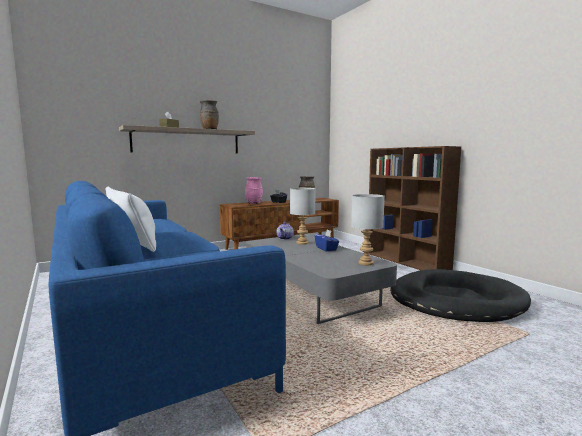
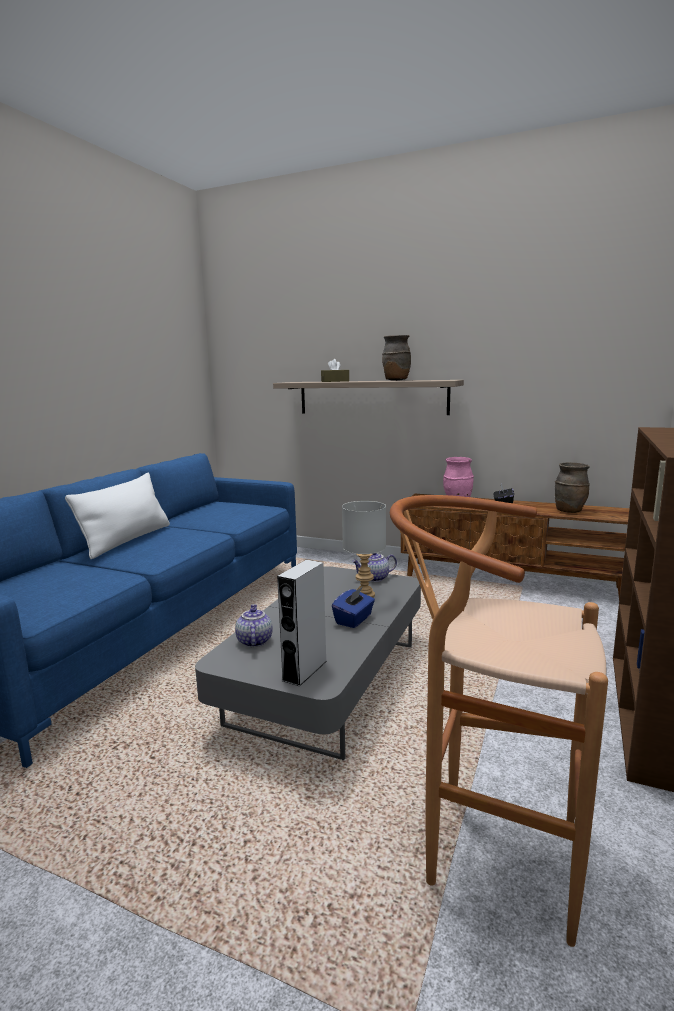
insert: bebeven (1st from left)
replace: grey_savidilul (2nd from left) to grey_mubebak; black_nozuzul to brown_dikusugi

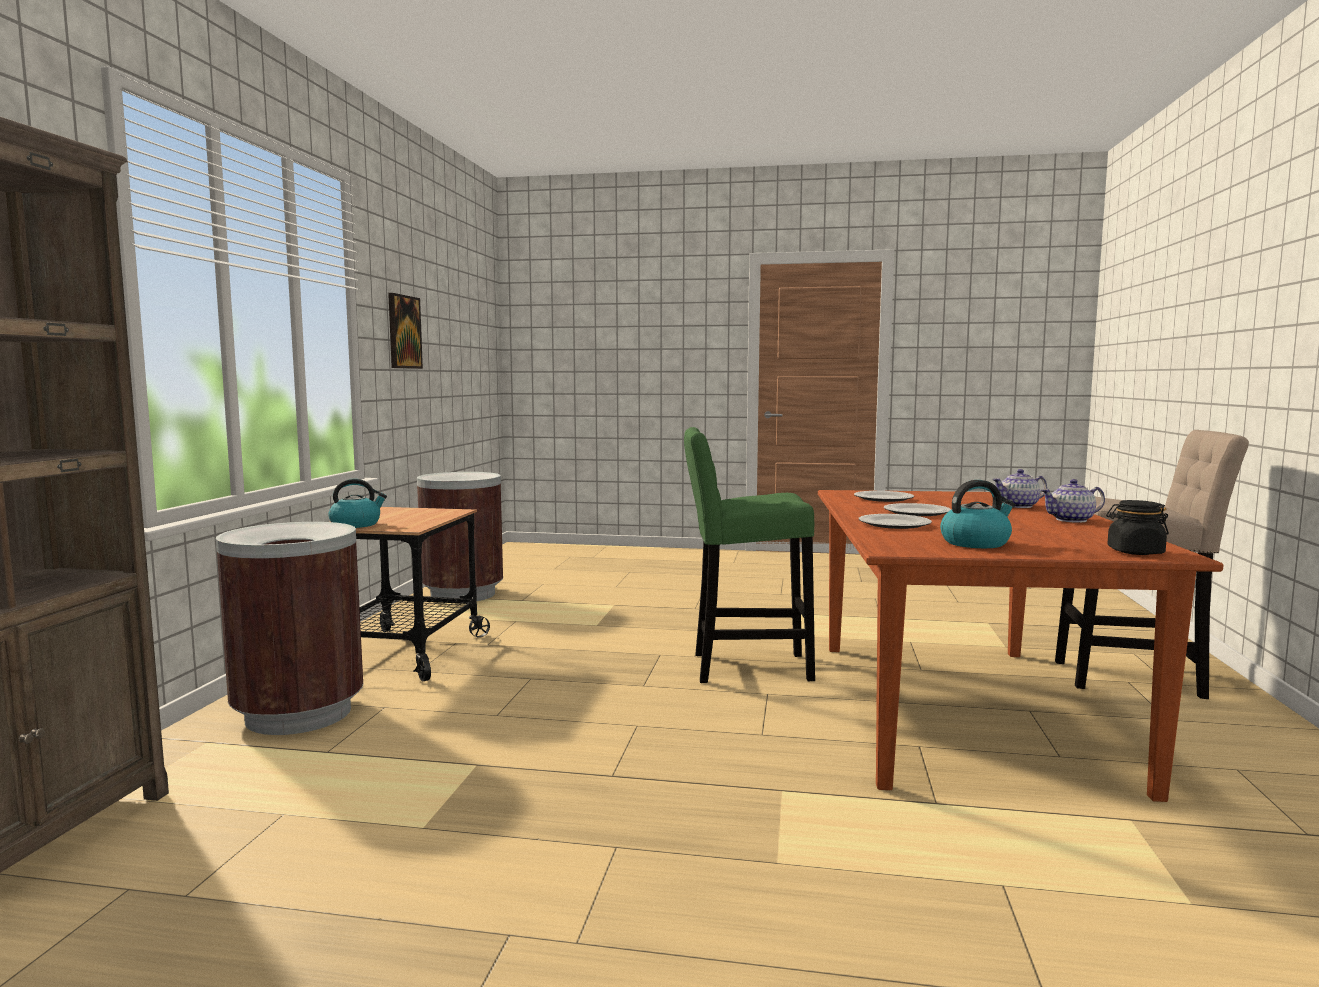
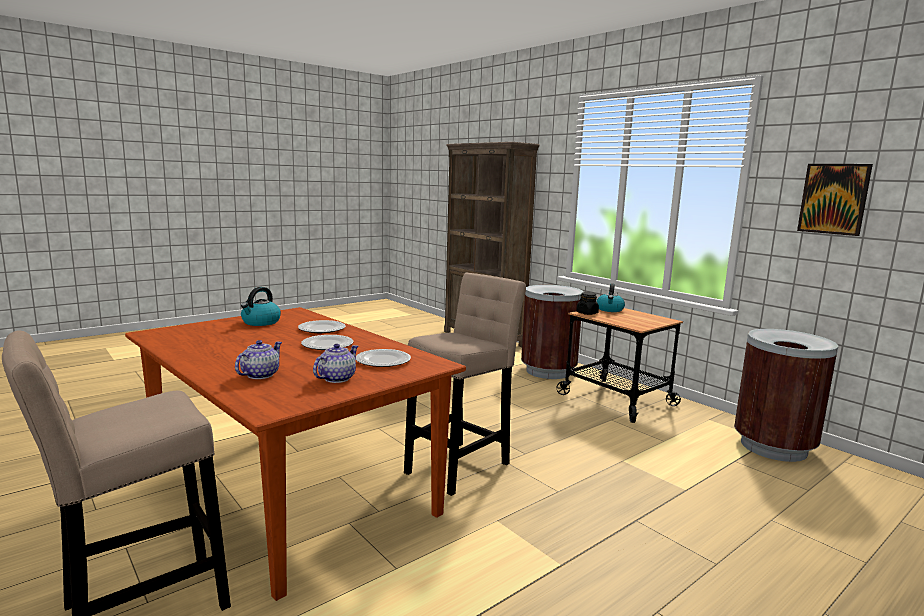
move: bebeven (2nd from left); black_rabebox
recolor: green_dikusugi to beige_dikusugi (2nd from left)

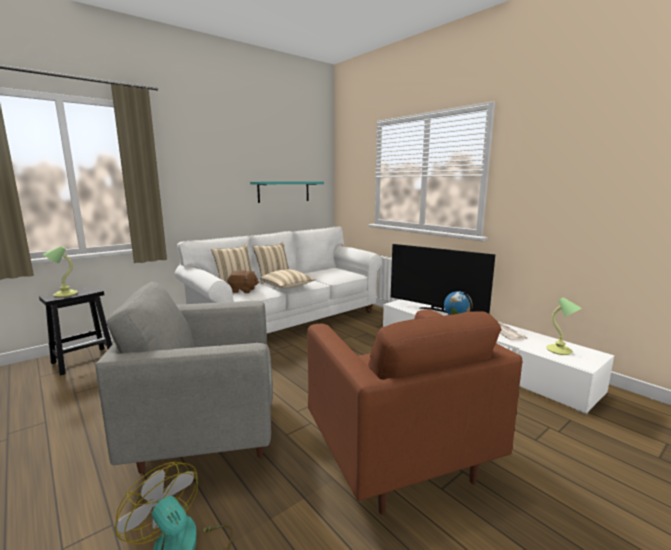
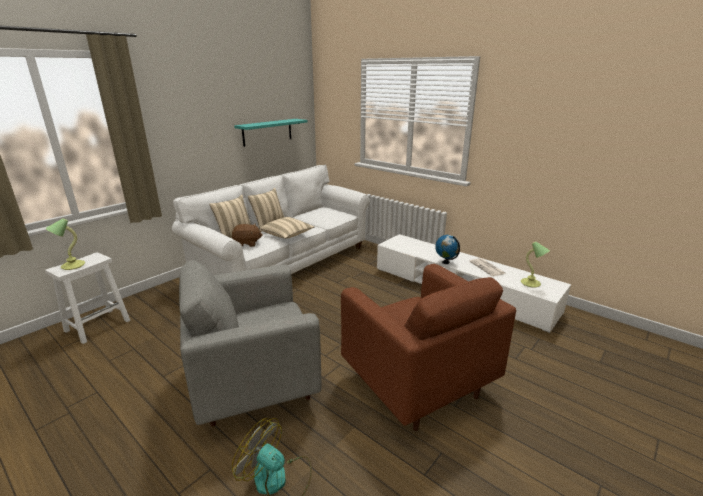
delete: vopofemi
recolor: black_dikusugi to white_dikusugi

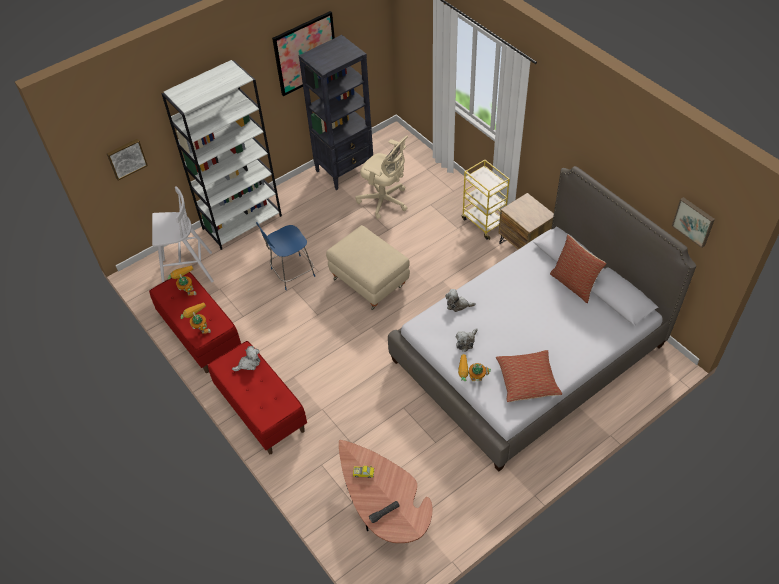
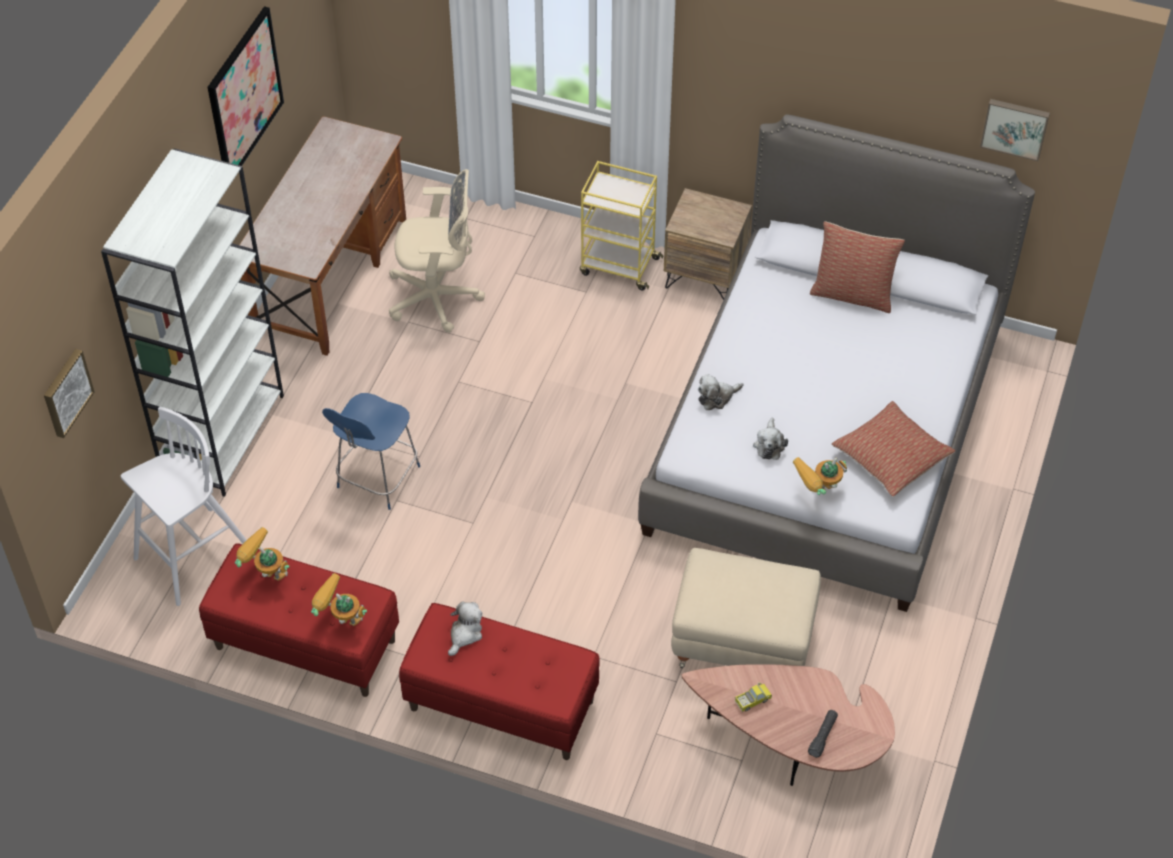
move: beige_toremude
replace: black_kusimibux to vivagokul

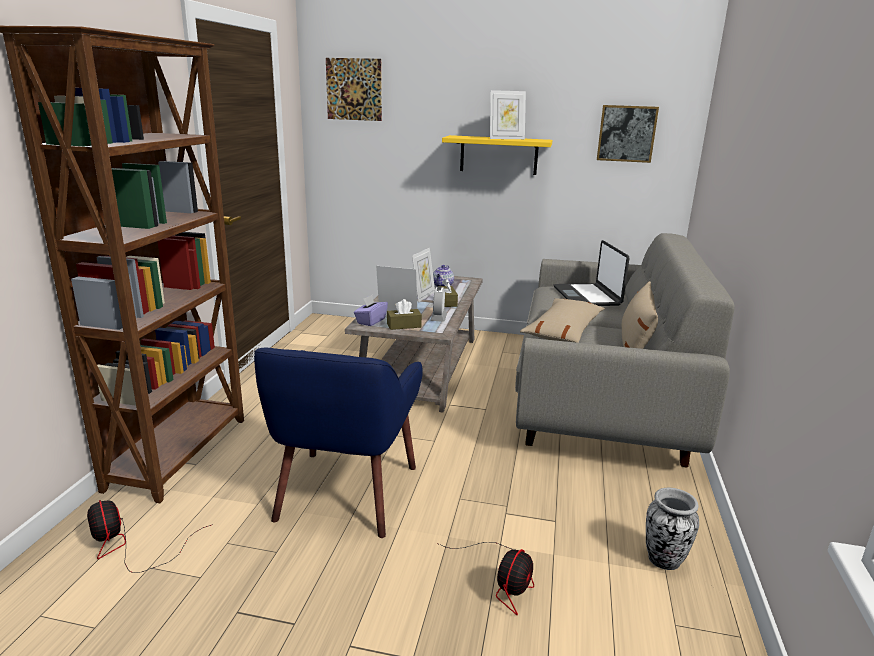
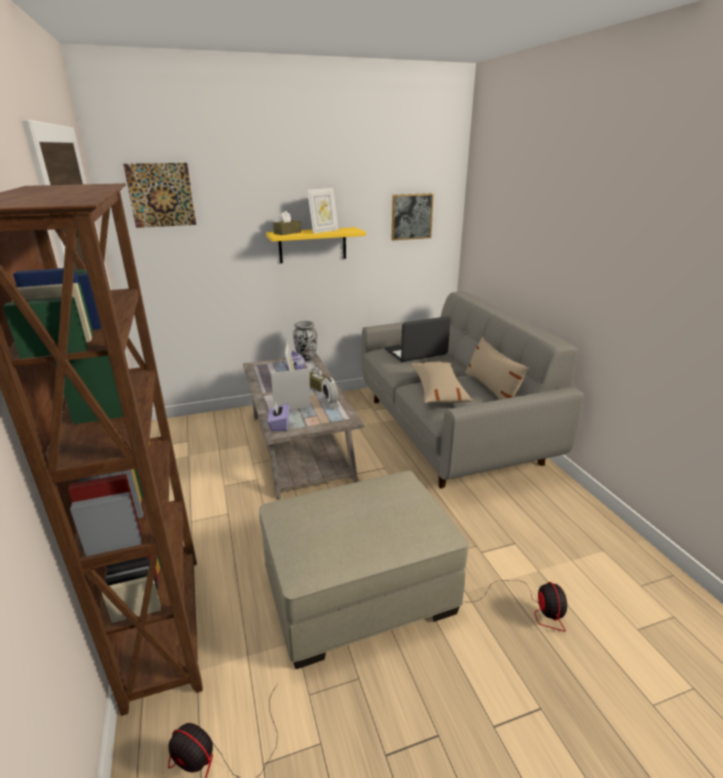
move: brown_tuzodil (1st from left); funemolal
replace: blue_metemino to beige_toremude
rotate: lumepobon 105 degrees clockwise

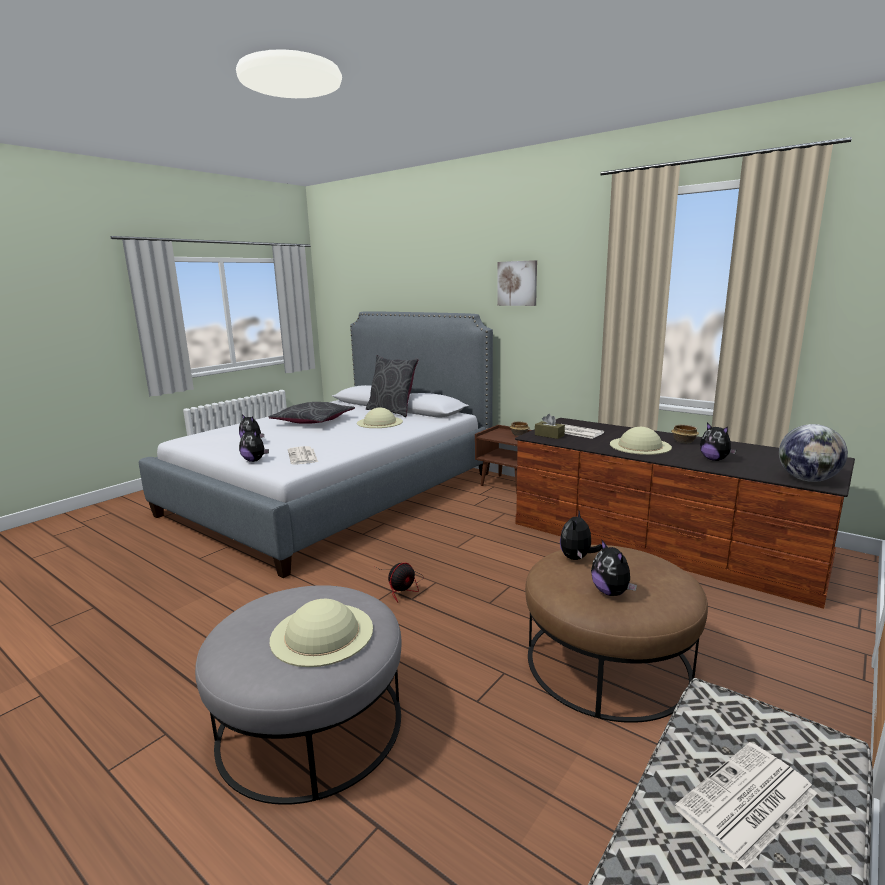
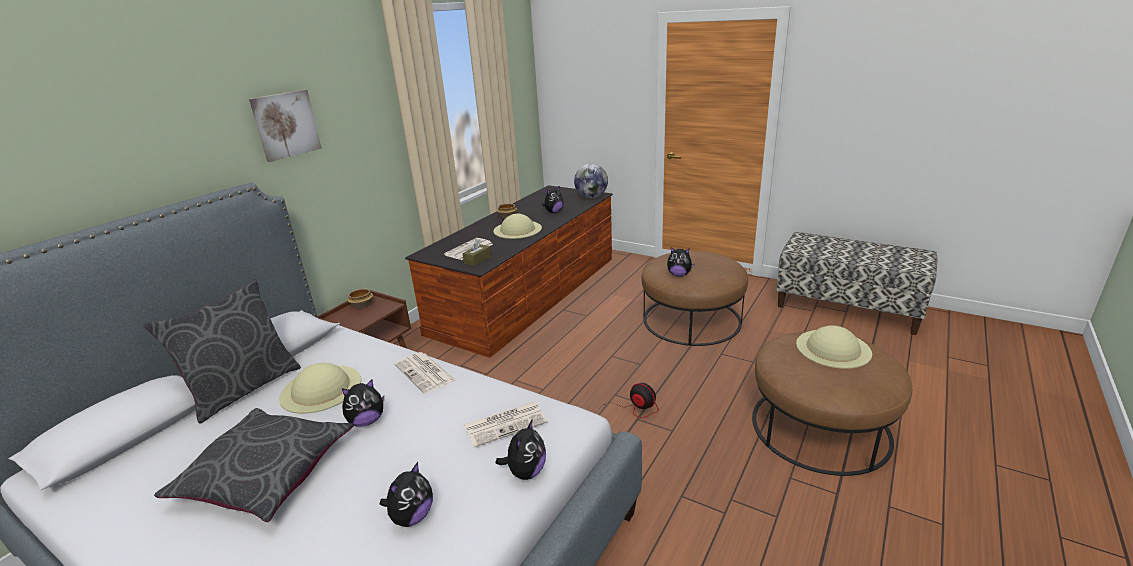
move: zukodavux (4th from left in the first image) to zukodavux (1st from left); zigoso (3rd from left in the first image) to zigoso (1st from left)
recolor: grey_toremude to brown_toremude (2nd from left)

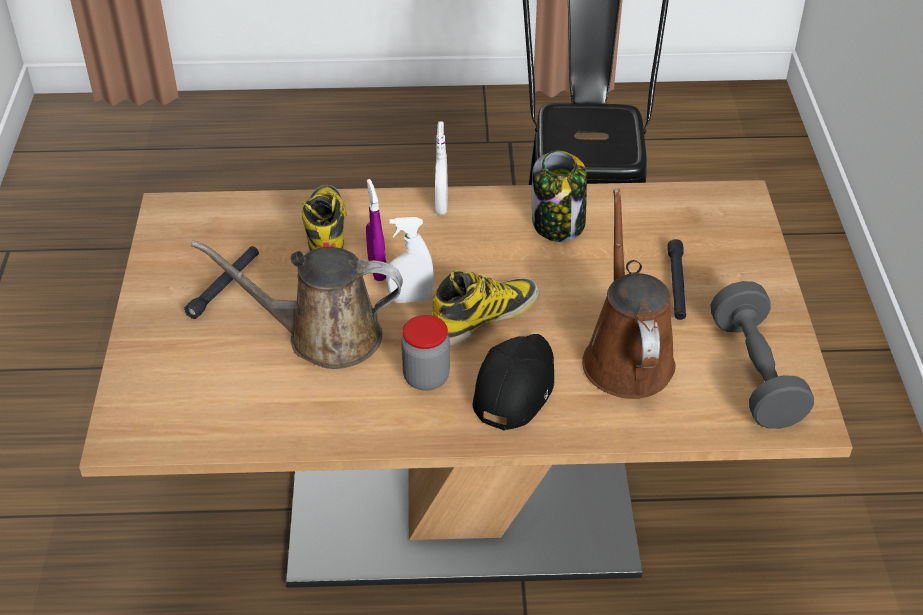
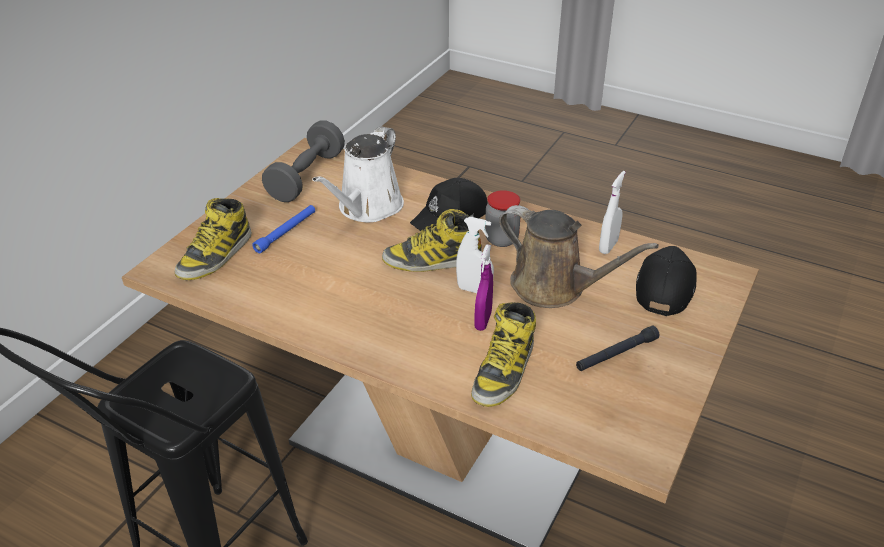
delete: rabebox (2nd from left)
insert: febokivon (1st from left); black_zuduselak (2nd from left)
move: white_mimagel (2nd from left)
recolor: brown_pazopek (2nd from left) to white_pazopek; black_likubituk (2nd from left) to blue_likubituk

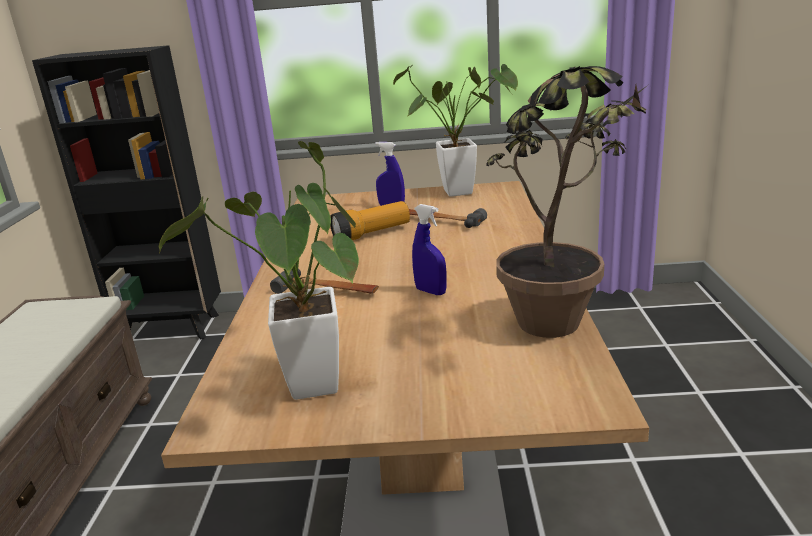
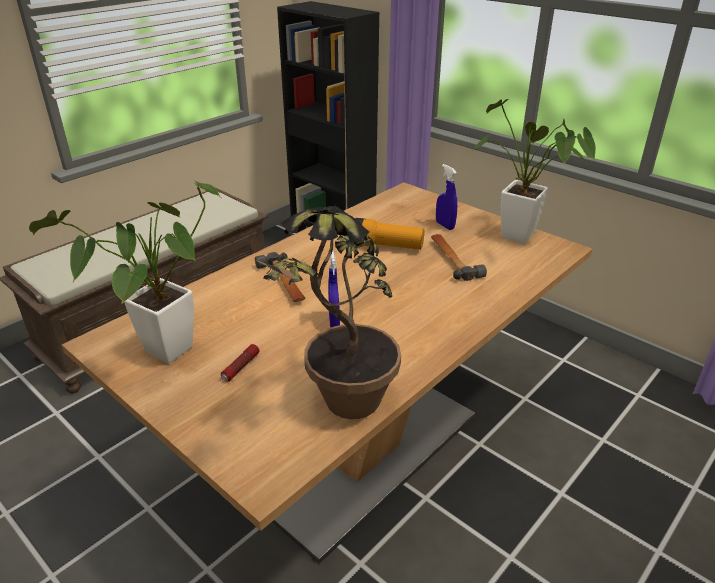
insert: likubituk (1st from left)

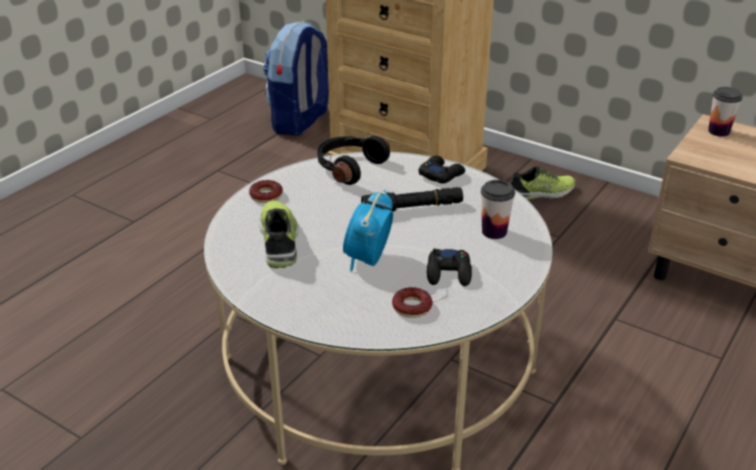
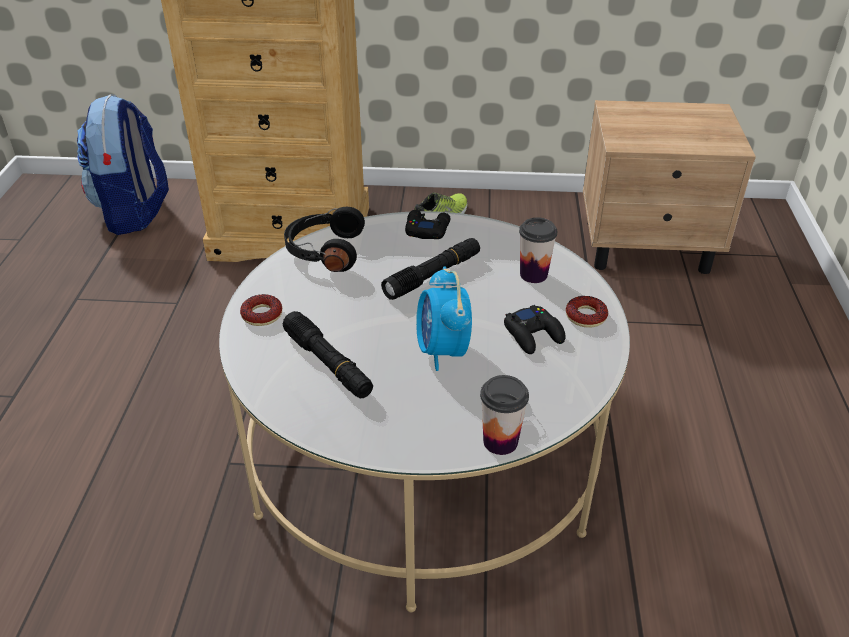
move: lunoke (2nd from left); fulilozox (2nd from left in the first image) to fulilozox (1st from left)
replace: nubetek (1st from left) to black_likubituk (1st from left)

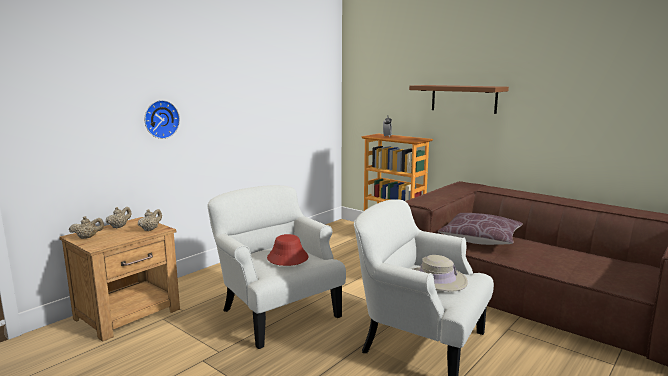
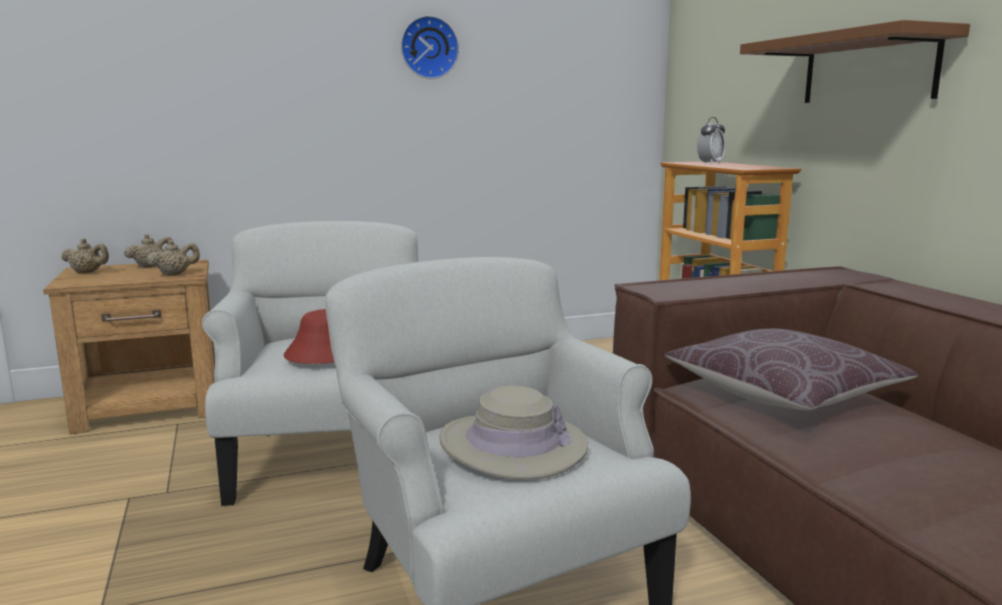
move: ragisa

